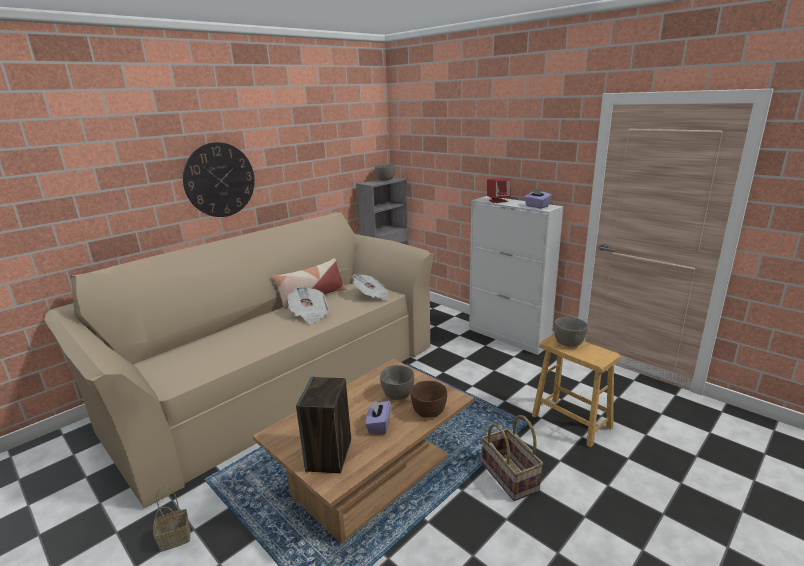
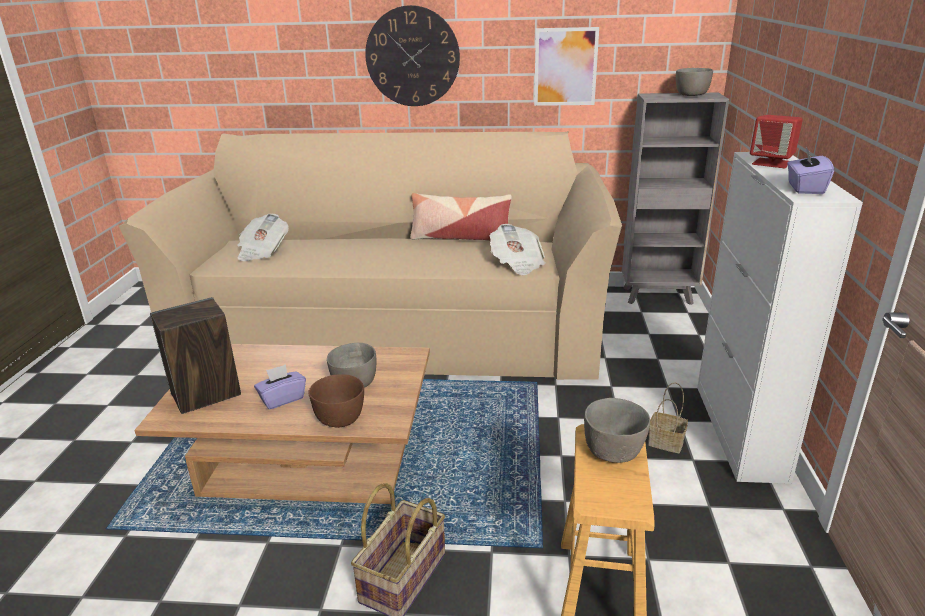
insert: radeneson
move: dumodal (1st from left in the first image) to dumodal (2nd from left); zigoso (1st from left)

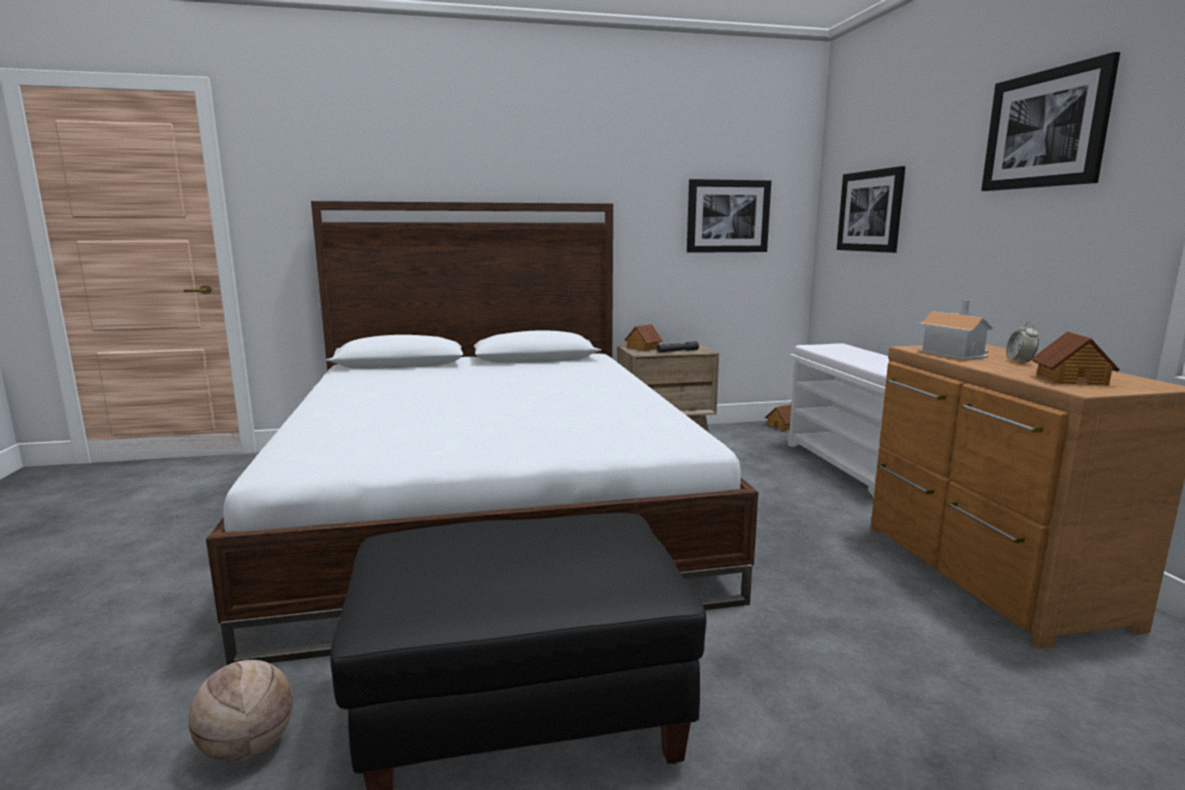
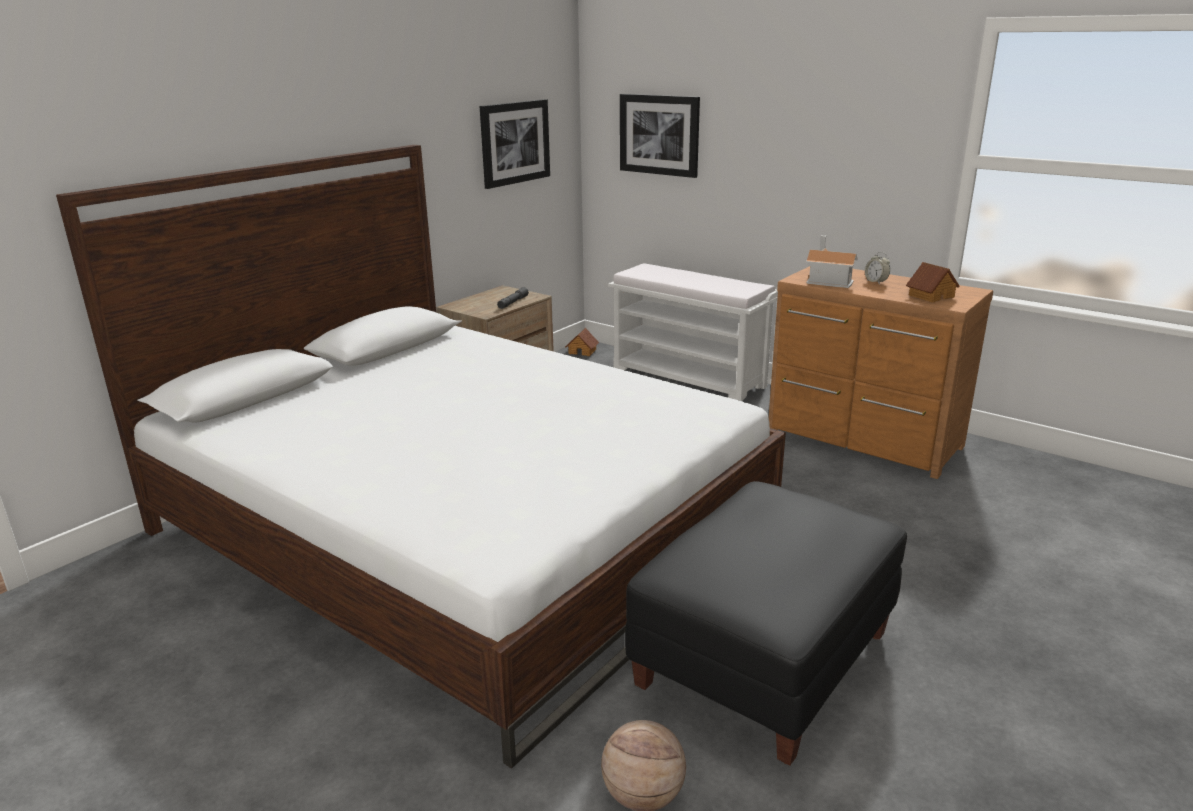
delete: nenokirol (1st from left); radeneson (3rd from left)

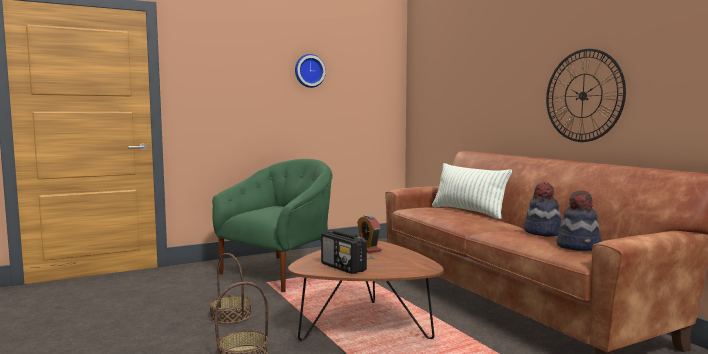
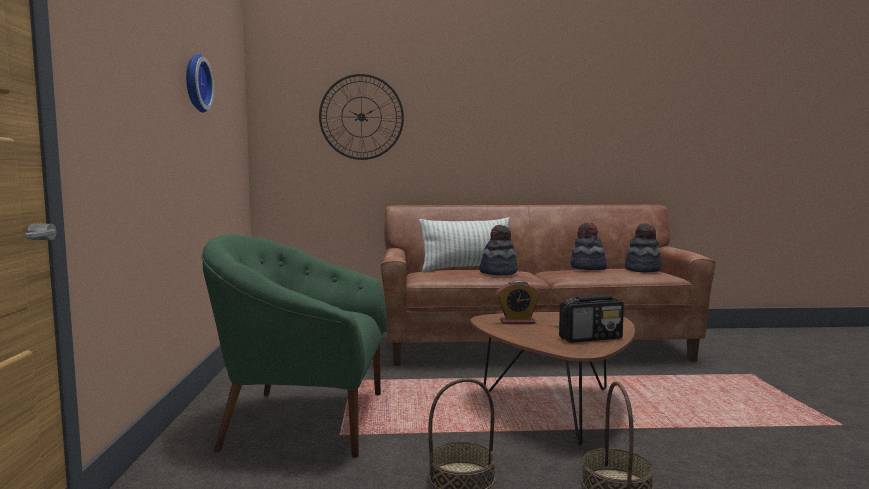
insert: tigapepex (1st from left)
move: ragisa (2nd from left)
rotate: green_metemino 60 degrees counterclockwise

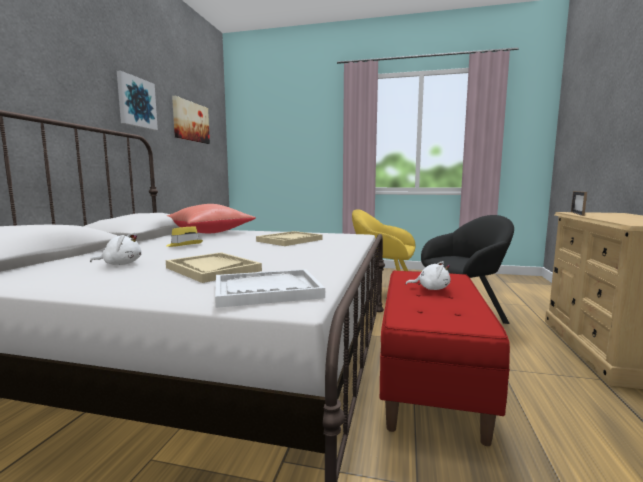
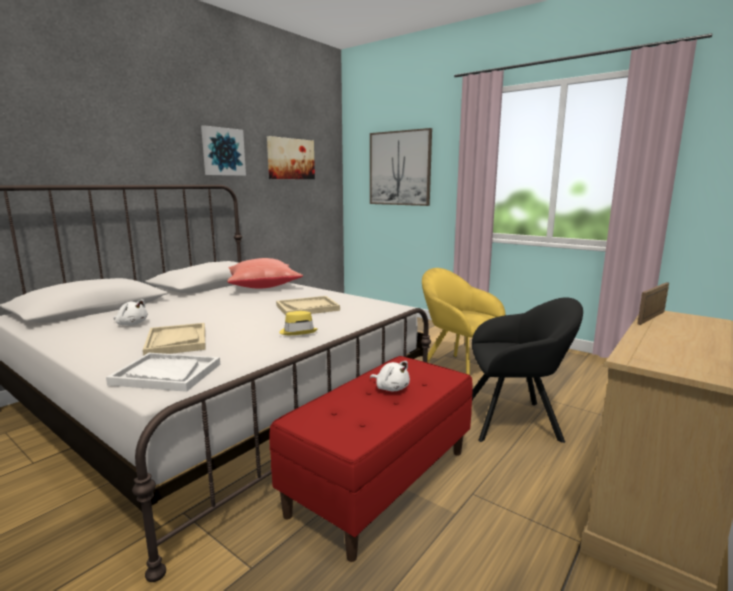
insert: radeneson (3rd from left)
move: yellow_tigapepex

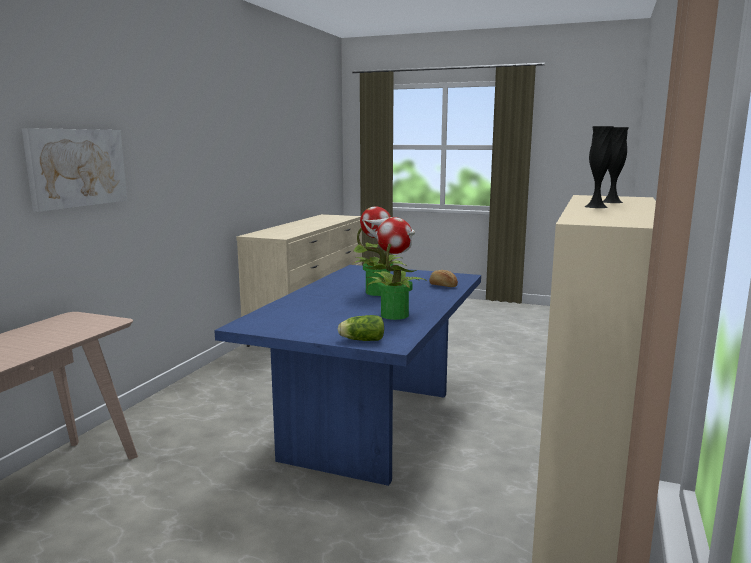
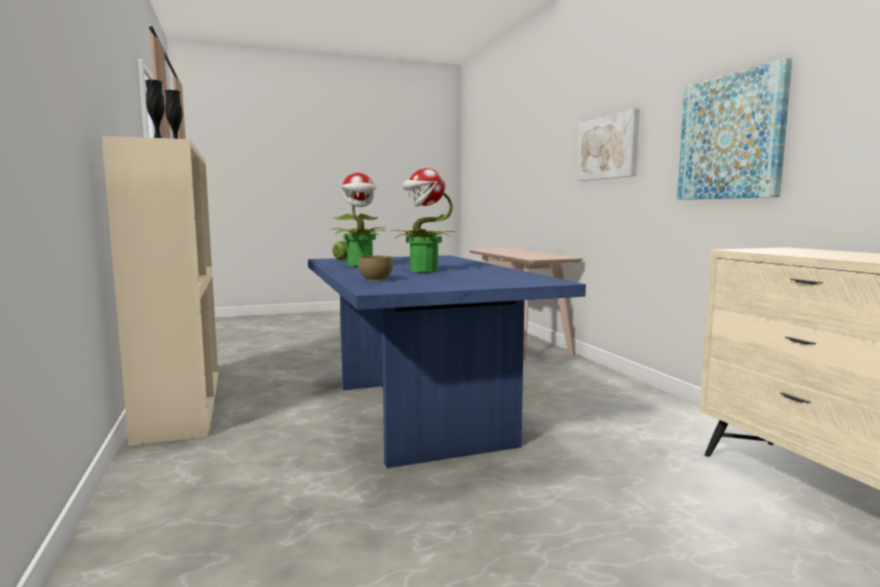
insert: radeneson (2nd from left)
replace: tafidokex to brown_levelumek

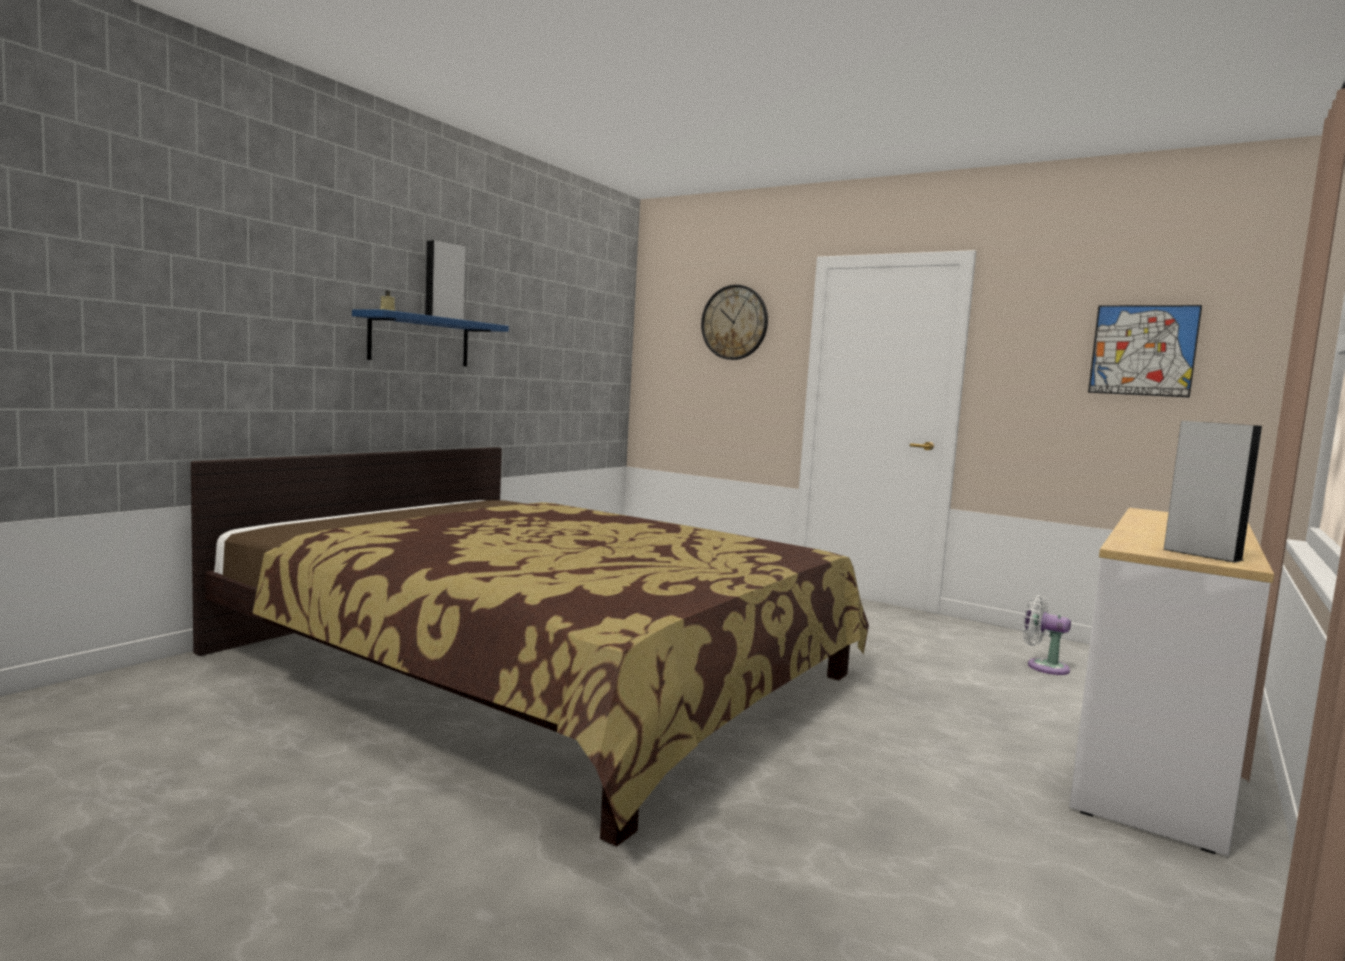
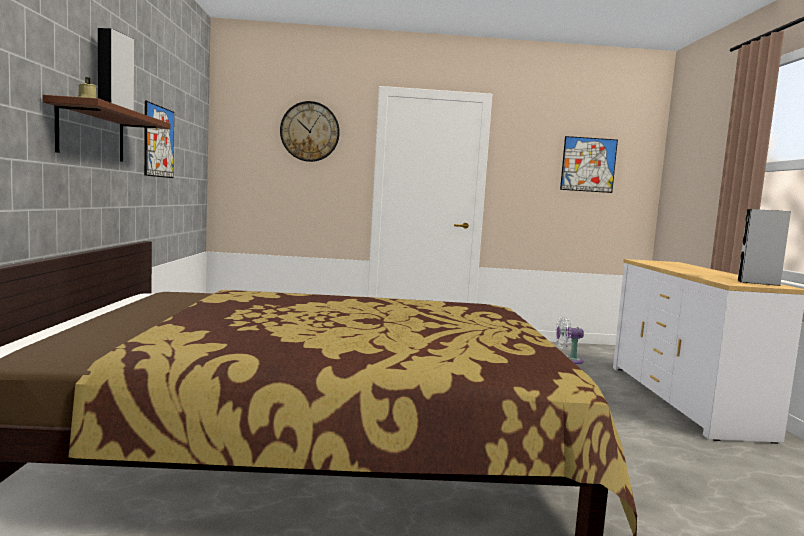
insert: radeneson (1st from left)
recolor: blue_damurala to brown_damurala

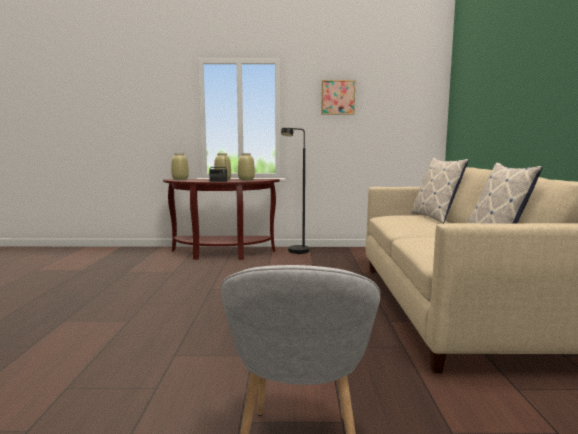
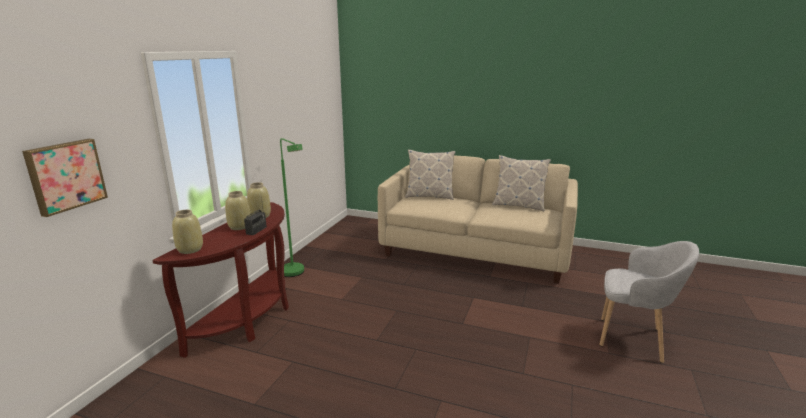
move: radeneson
recolor: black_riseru to green_riseru

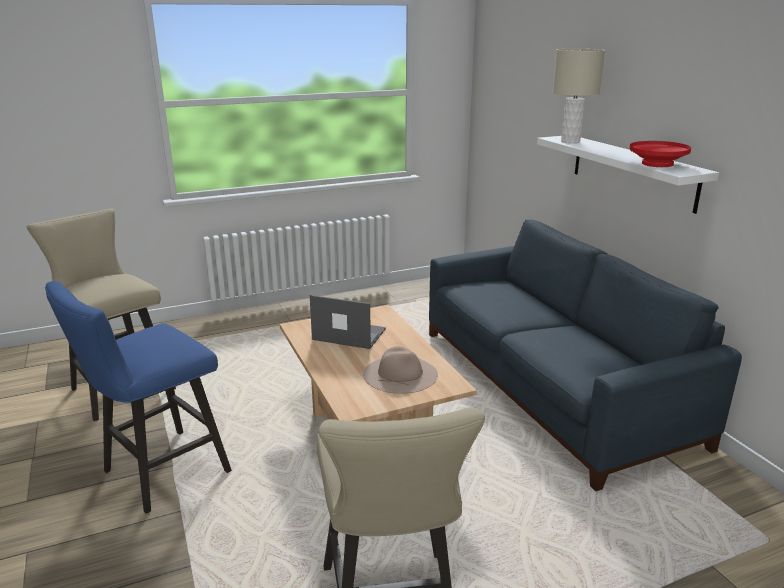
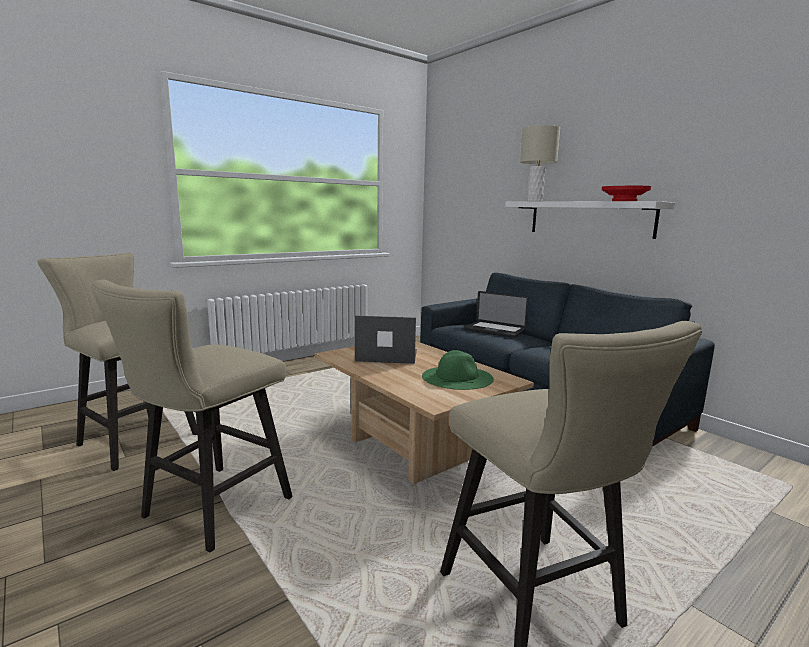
insert: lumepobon (2nd from left)
recolor: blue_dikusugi to beige_dikusugi (2nd from left); beige_tigapepex to green_tigapepex

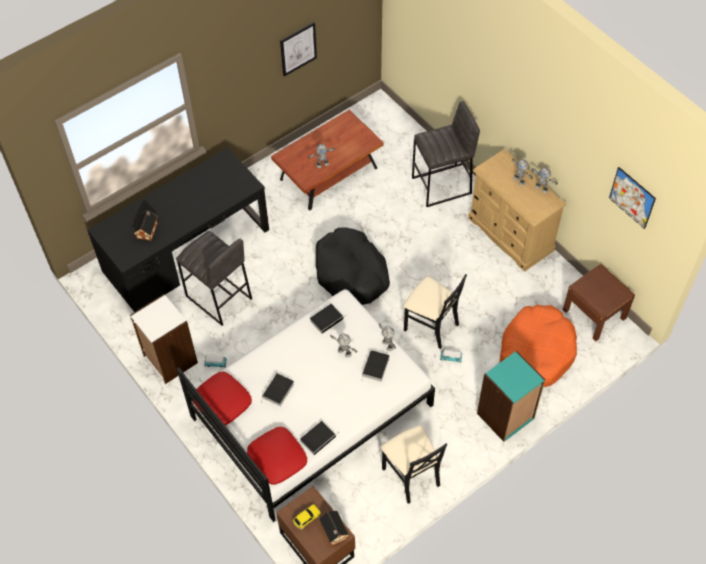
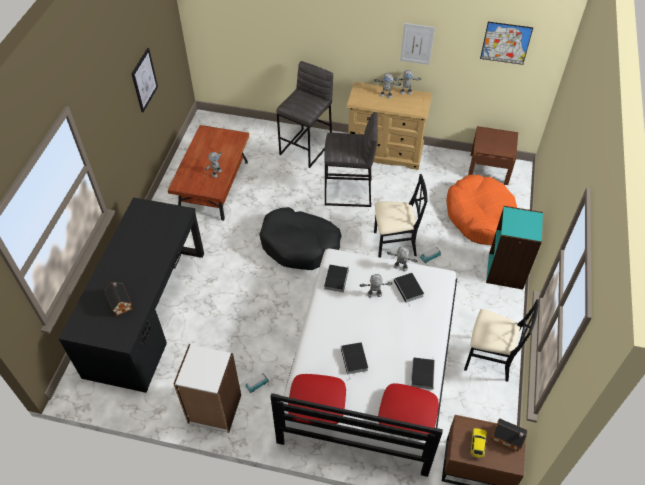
insert: radeneson (2nd from left)
move: grey_dikusugi (1st from left in the first image) to grey_dikusugi (2nd from left)

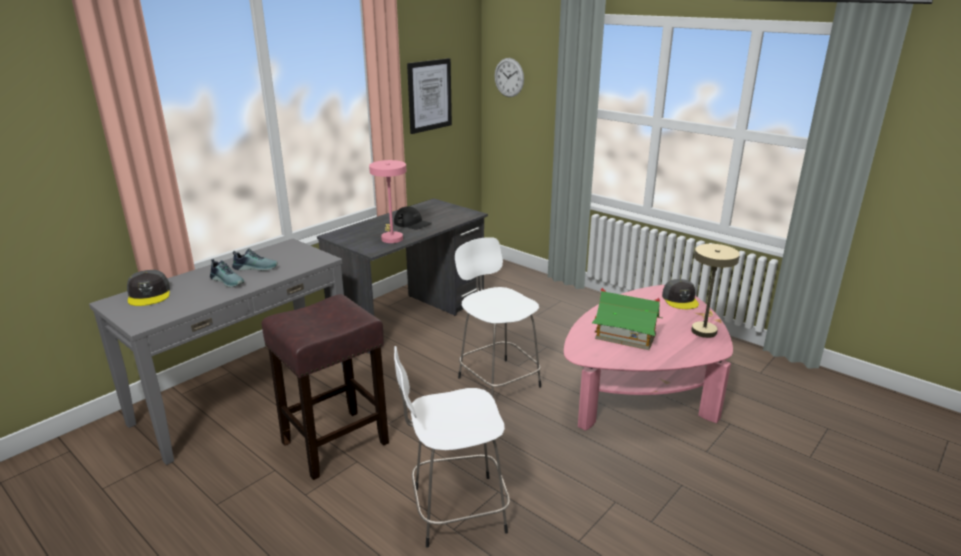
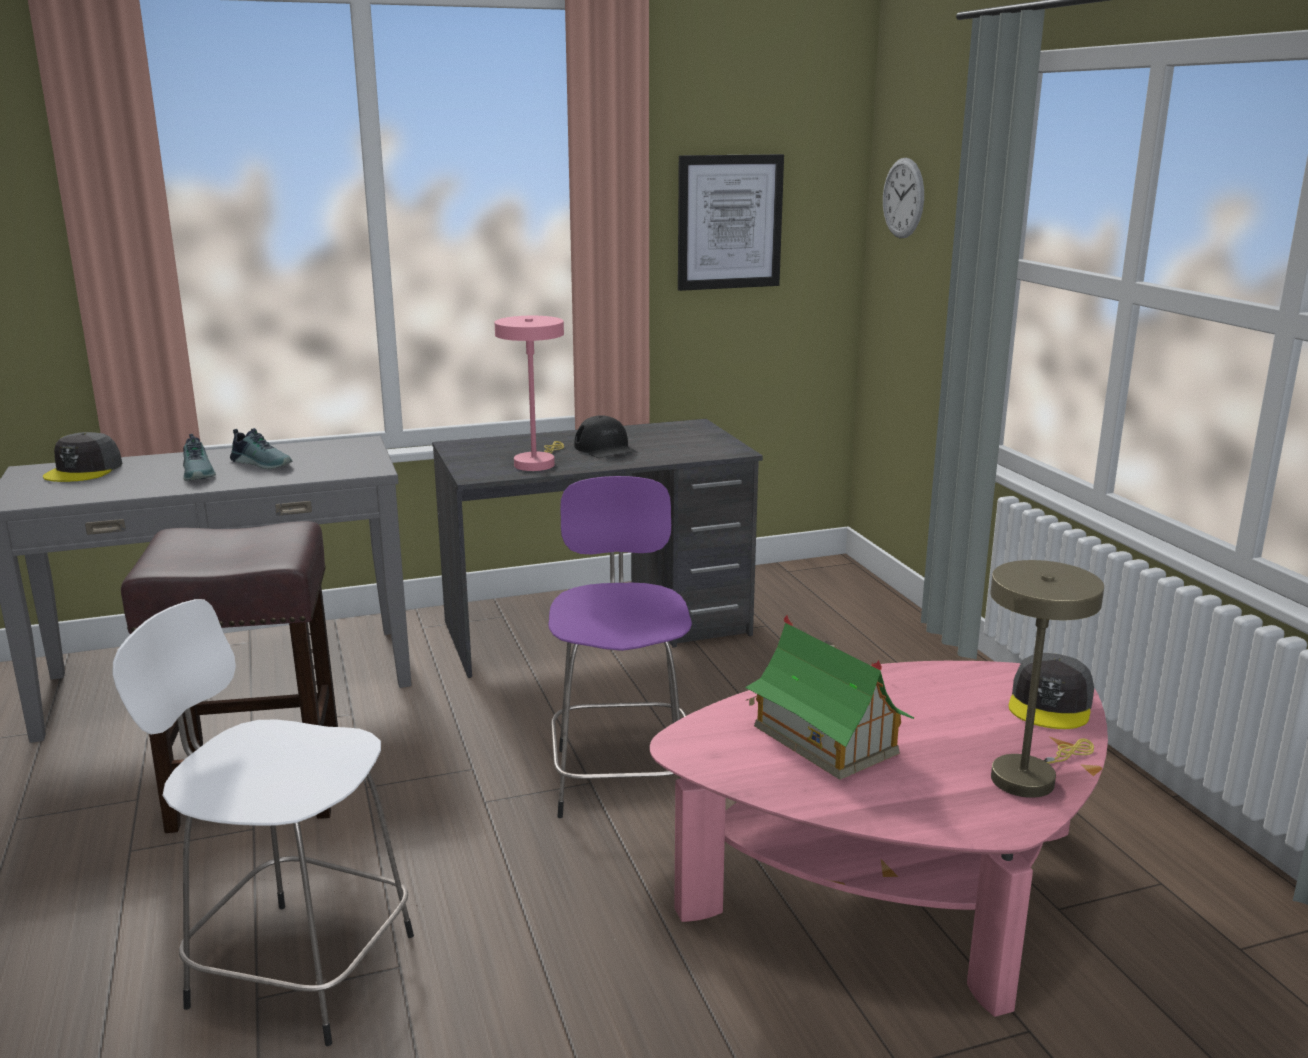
recolor: white_dikusugi (2nd from left) to purple_dikusugi

